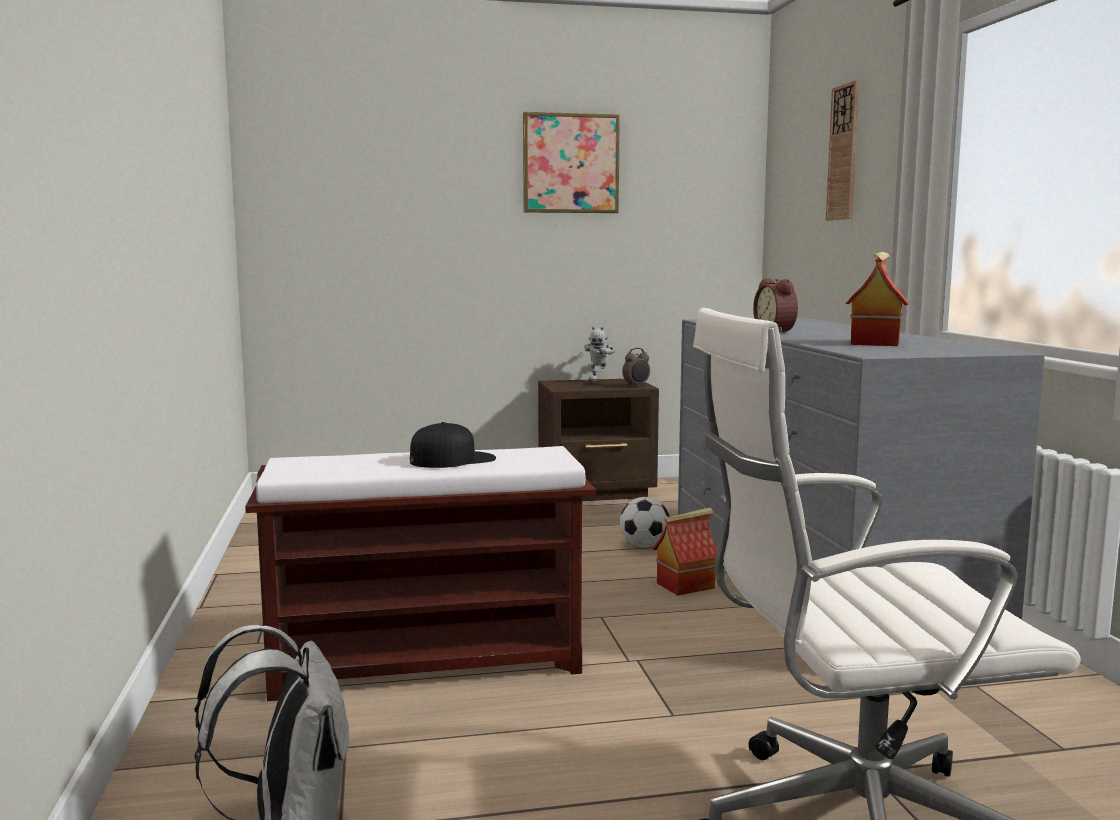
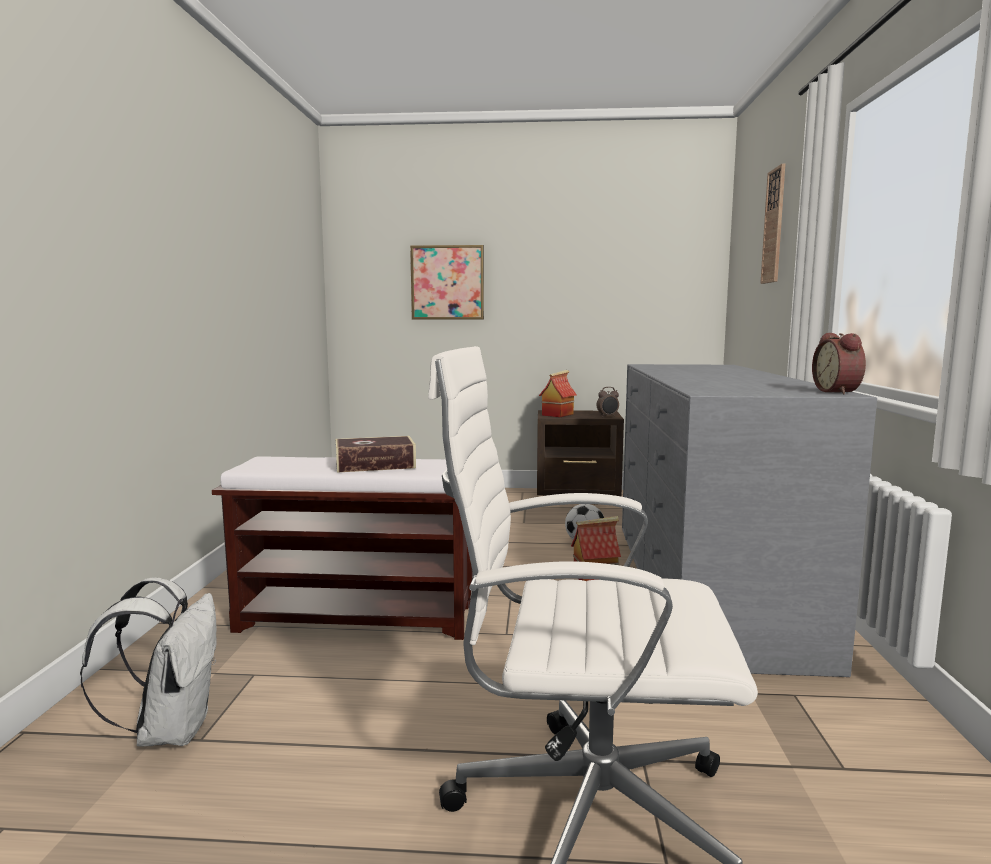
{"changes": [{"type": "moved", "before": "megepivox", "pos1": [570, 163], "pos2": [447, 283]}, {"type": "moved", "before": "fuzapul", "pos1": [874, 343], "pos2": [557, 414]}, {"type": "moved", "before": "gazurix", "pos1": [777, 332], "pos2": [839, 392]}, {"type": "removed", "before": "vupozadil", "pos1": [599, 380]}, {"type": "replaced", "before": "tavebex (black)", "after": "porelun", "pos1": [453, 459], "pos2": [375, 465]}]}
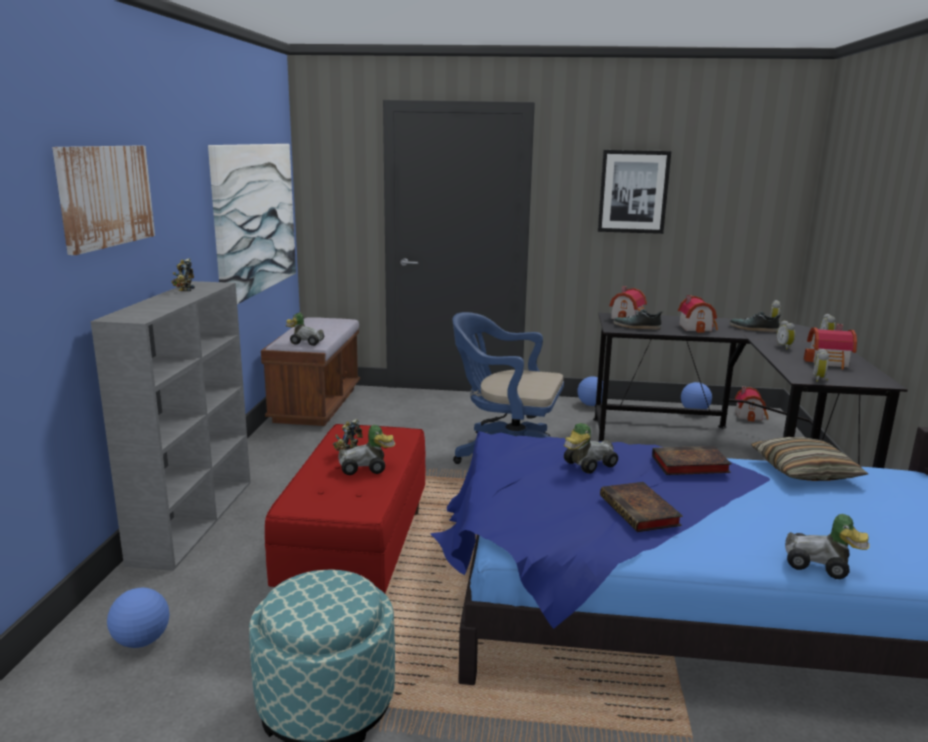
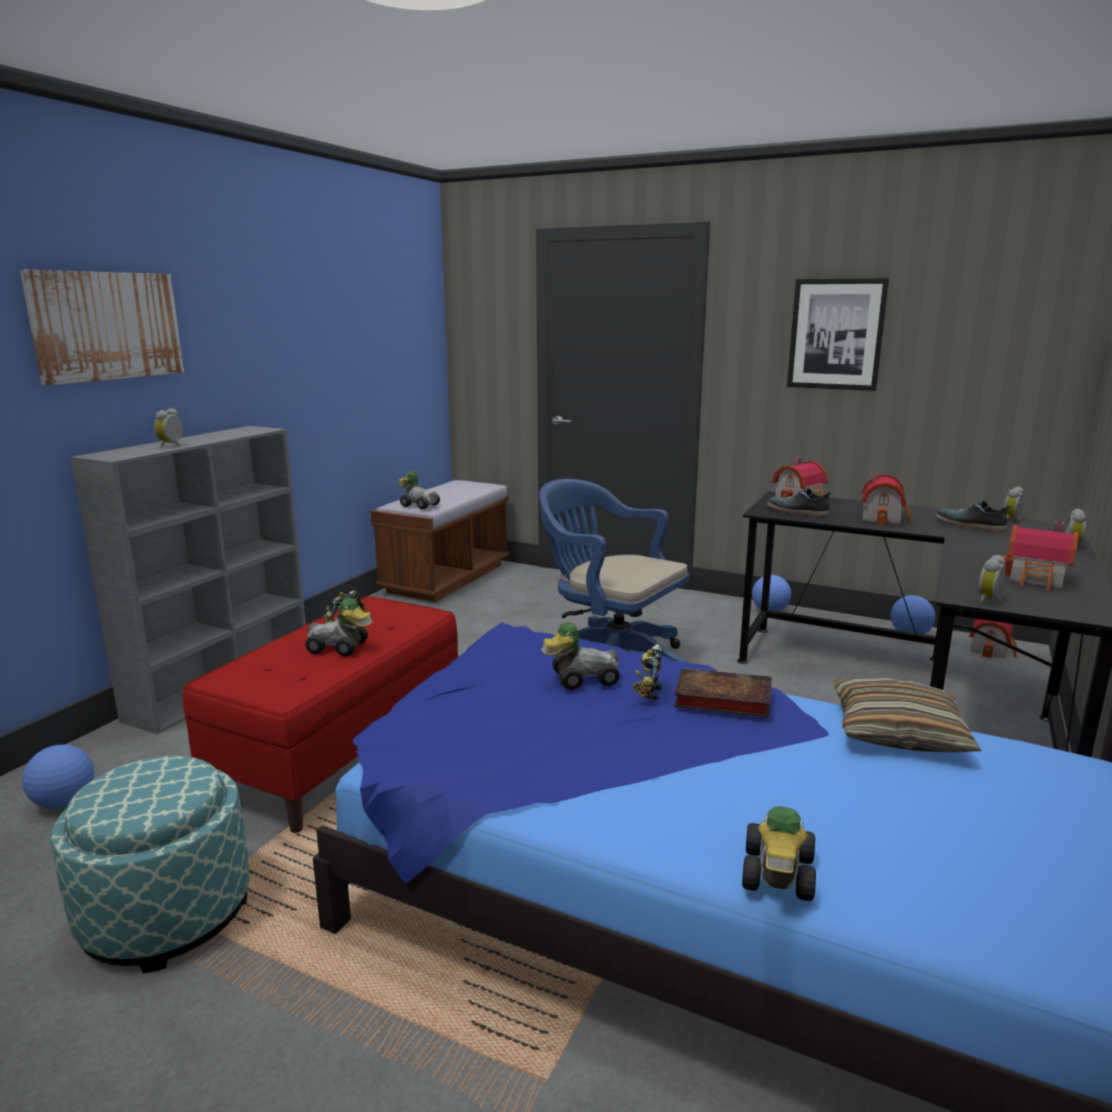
{"changes": [{"type": "removed", "before": "megepivox", "pos1": [255, 218]}, {"type": "moved", "before": "vupozadil", "pos1": [184, 289], "pos2": [647, 692]}, {"type": "moved", "before": "gazurix", "pos1": [785, 347], "pos2": [173, 445]}, {"type": "removed", "before": "porelun", "pos1": [641, 512]}, {"type": "turned", "before": "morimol", "pos1": [820, 566], "pos2": [775, 877], "turn": 60}]}
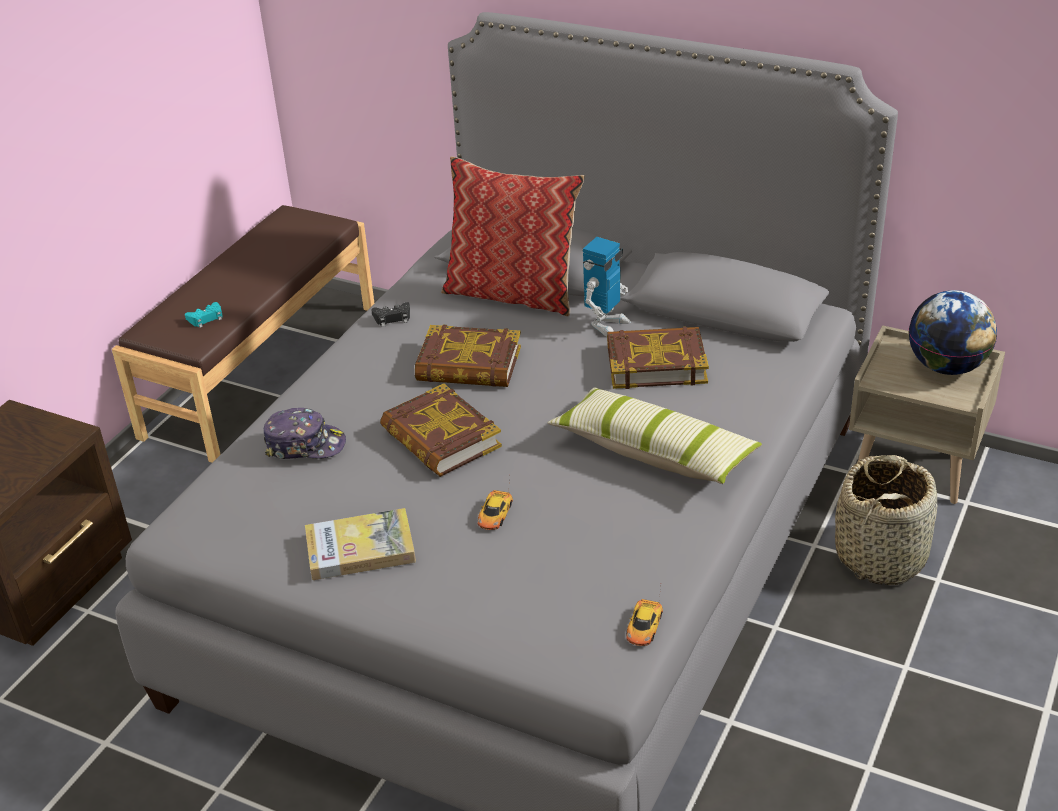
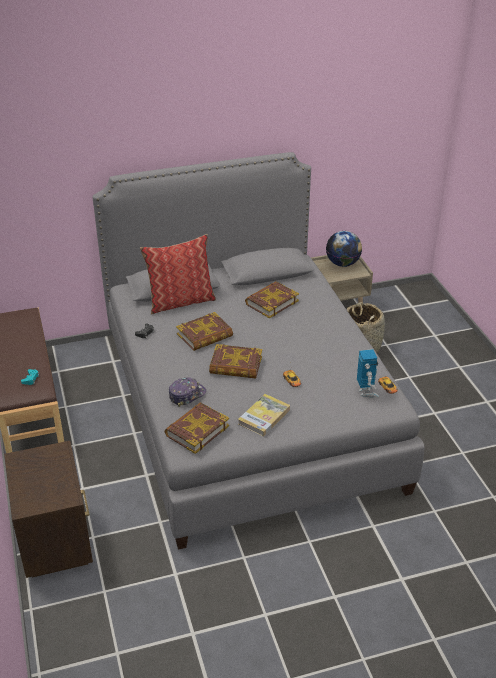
{"changes": [{"type": "moved", "before": "vupozadil", "pos1": [606, 324], "pos2": [366, 392]}, {"type": "removed", "before": "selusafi", "pos1": [654, 451]}, {"type": "added", "after": "porelun", "pos2": [197, 430]}]}
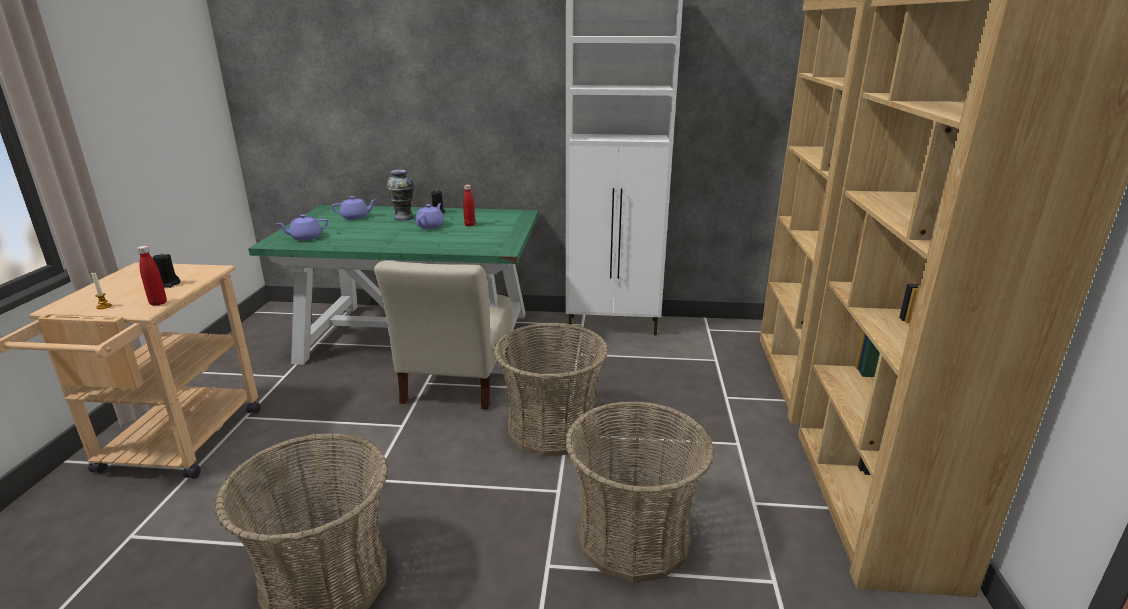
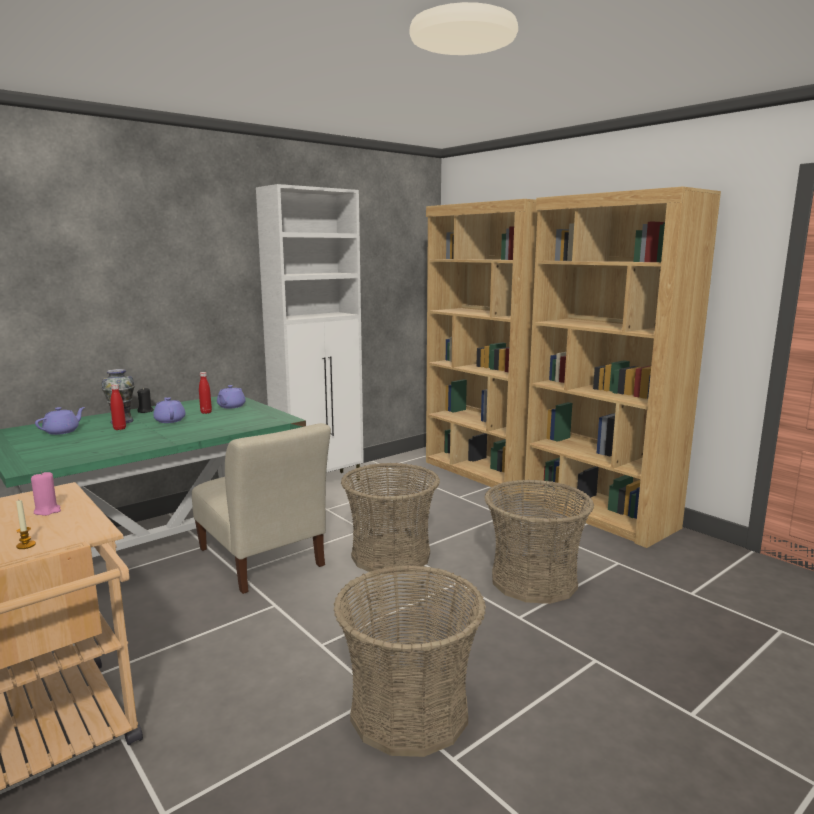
{"changes": [{"type": "moved", "before": "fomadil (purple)", "pos1": [305, 237], "pos2": [231, 406]}, {"type": "moved", "before": "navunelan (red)", "pos1": [158, 303], "pos2": [119, 429]}, {"type": "recoloured", "before": "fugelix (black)", "after": "fugelix (pink)", "pos1": [169, 284], "pos2": [47, 511]}]}
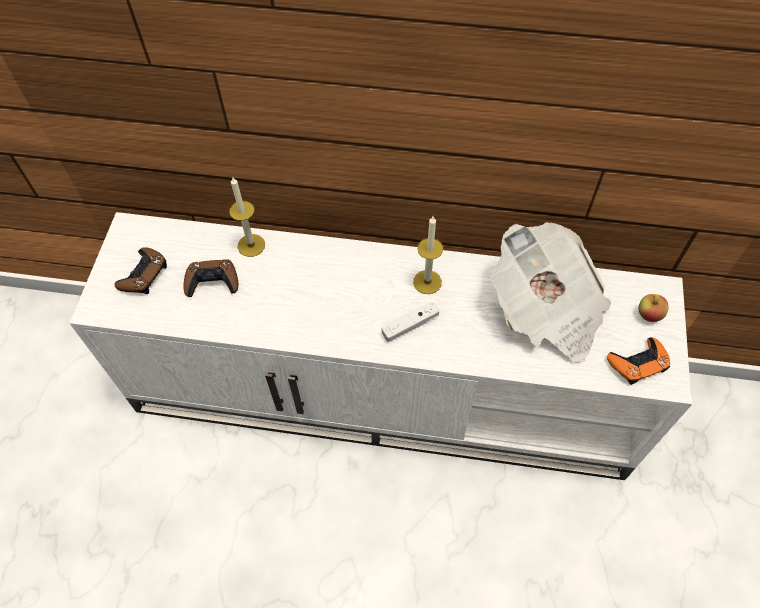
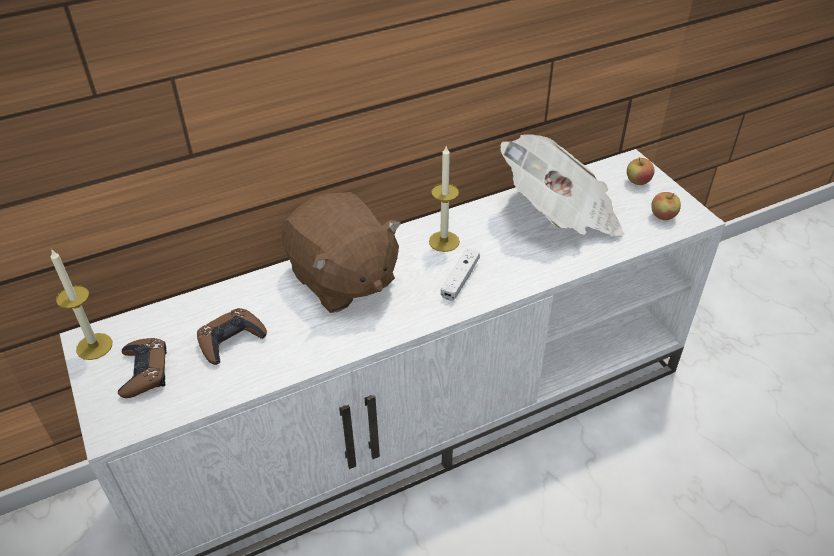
{"changes": [{"type": "moved", "before": "fugelix", "pos1": [251, 245], "pos2": [94, 346]}, {"type": "replaced", "before": "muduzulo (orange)", "after": "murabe", "pos1": [638, 363], "pos2": [663, 216]}, {"type": "added", "after": "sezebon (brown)", "pos2": [342, 279]}]}
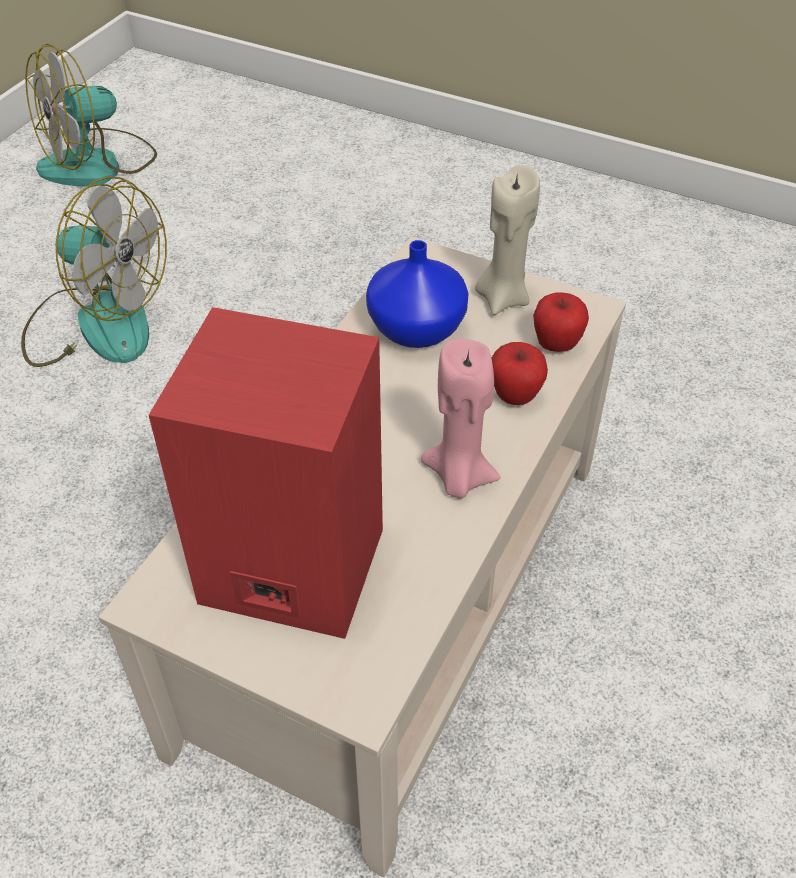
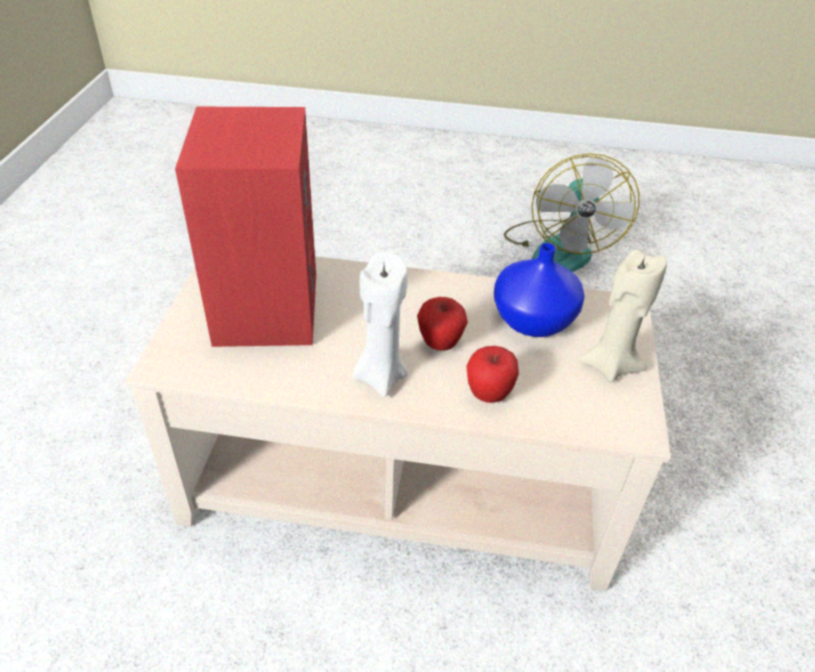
{"changes": [{"type": "removed", "before": "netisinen", "pos1": [98, 164]}, {"type": "moved", "before": "murabe", "pos1": [556, 345], "pos2": [440, 343]}, {"type": "recoloured", "before": "fugelix (pink)", "after": "fugelix (white)", "pos1": [459, 477], "pos2": [380, 376]}]}
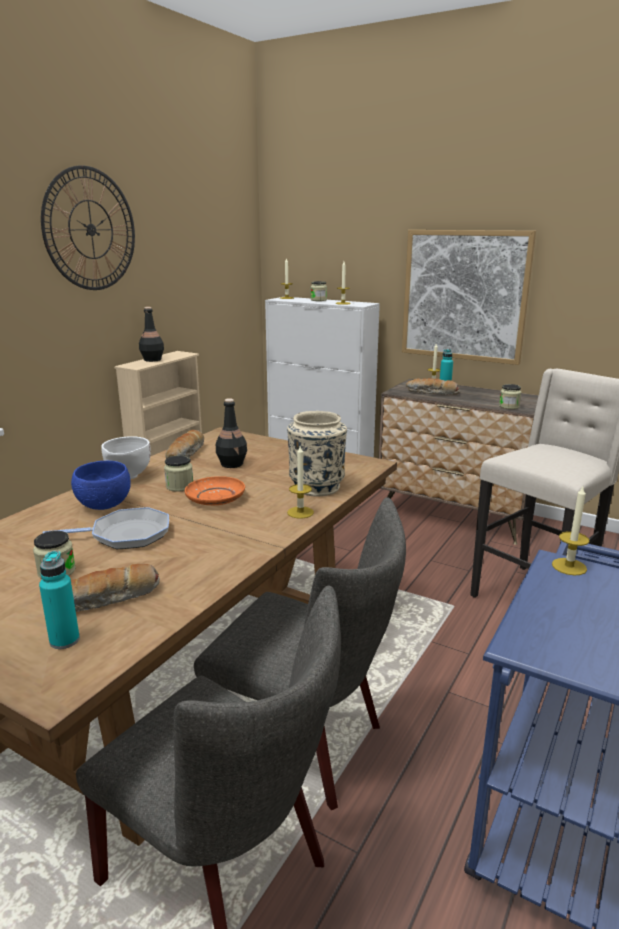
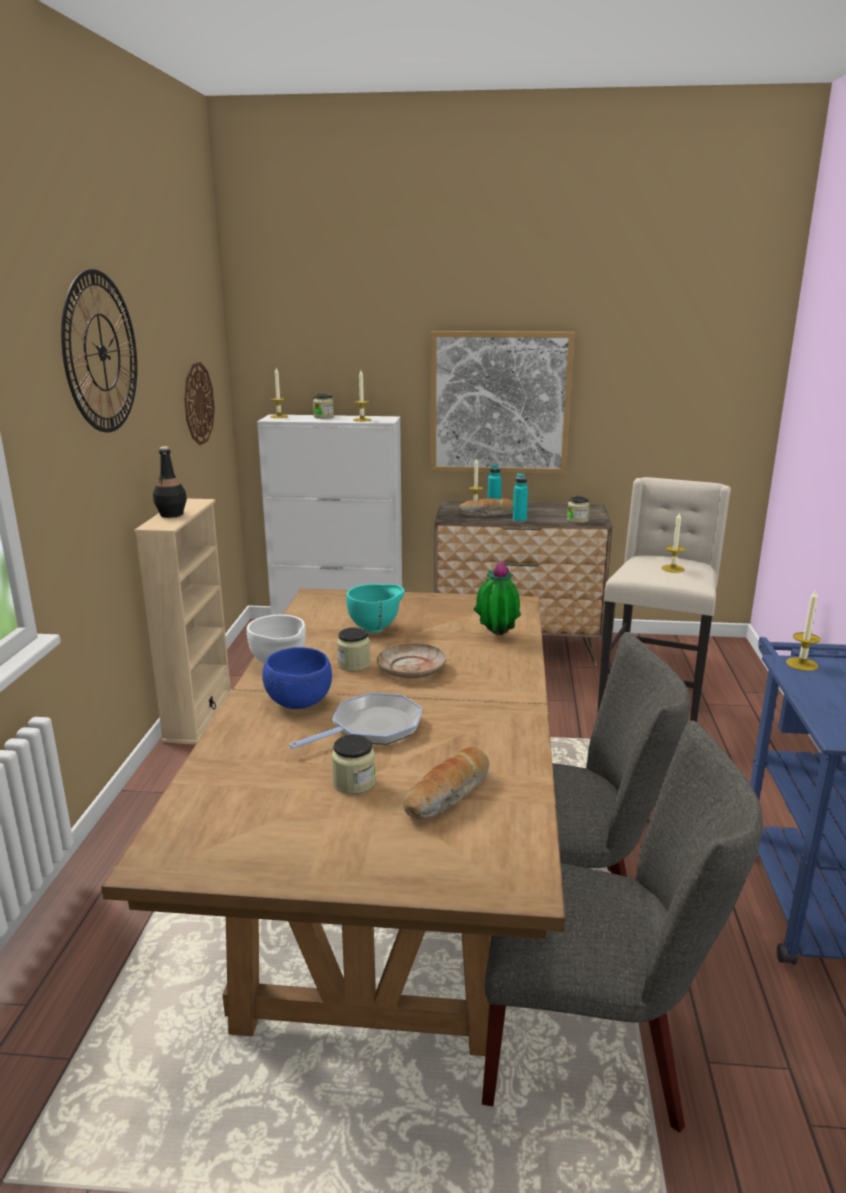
{"changes": [{"type": "replaced", "before": "navunelan (black)", "after": "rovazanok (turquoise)", "pos1": [232, 464], "pos2": [376, 628]}, {"type": "replaced", "before": "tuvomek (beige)", "after": "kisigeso", "pos1": [316, 486], "pos2": [496, 636]}, {"type": "removed", "before": "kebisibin", "pos1": [186, 454]}, {"type": "moved", "before": "fugelix", "pos1": [300, 512], "pos2": [672, 569]}, {"type": "recoloured", "before": "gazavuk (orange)", "after": "gazavuk (beige)", "pos1": [215, 498], "pos2": [412, 669]}, {"type": "moved", "before": "navunelan (turquoise)", "pos1": [64, 640], "pos2": [519, 520]}, {"type": "added", "after": "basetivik", "pos2": [198, 403]}]}
